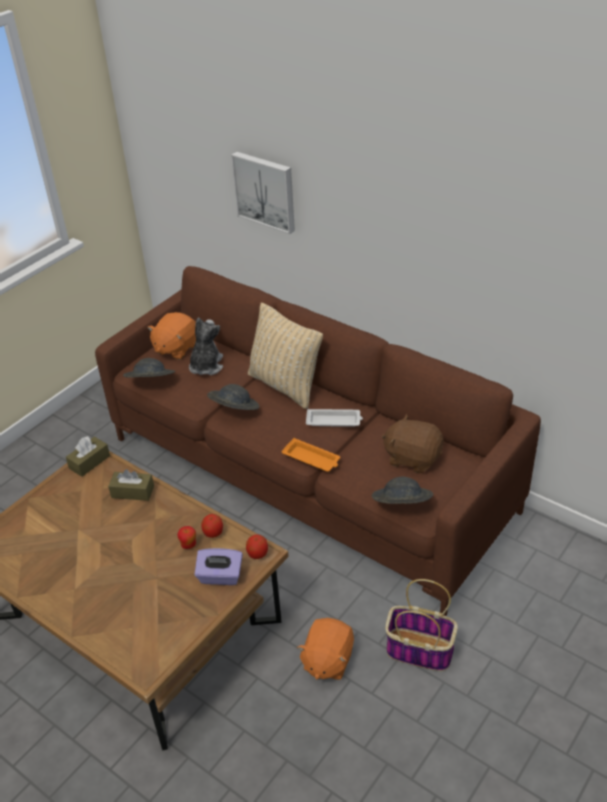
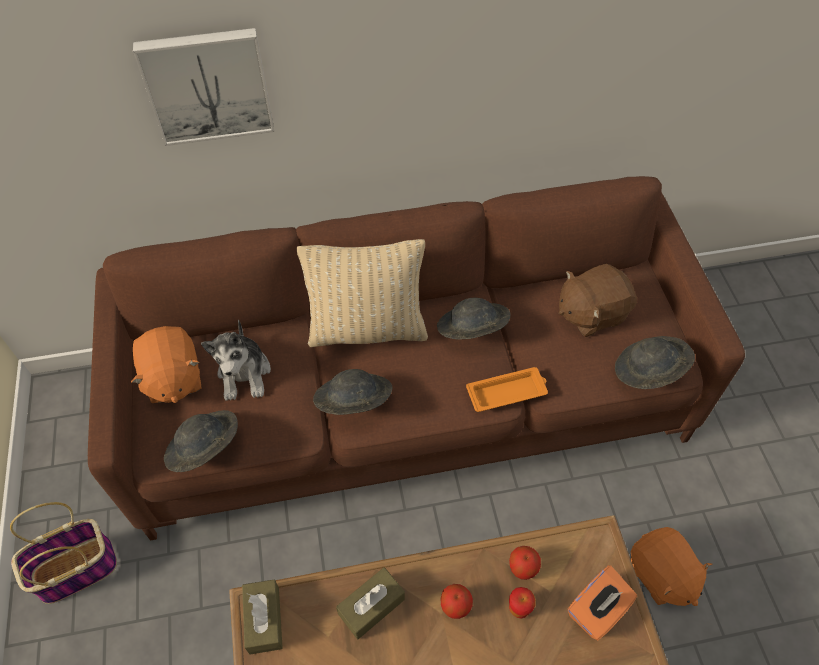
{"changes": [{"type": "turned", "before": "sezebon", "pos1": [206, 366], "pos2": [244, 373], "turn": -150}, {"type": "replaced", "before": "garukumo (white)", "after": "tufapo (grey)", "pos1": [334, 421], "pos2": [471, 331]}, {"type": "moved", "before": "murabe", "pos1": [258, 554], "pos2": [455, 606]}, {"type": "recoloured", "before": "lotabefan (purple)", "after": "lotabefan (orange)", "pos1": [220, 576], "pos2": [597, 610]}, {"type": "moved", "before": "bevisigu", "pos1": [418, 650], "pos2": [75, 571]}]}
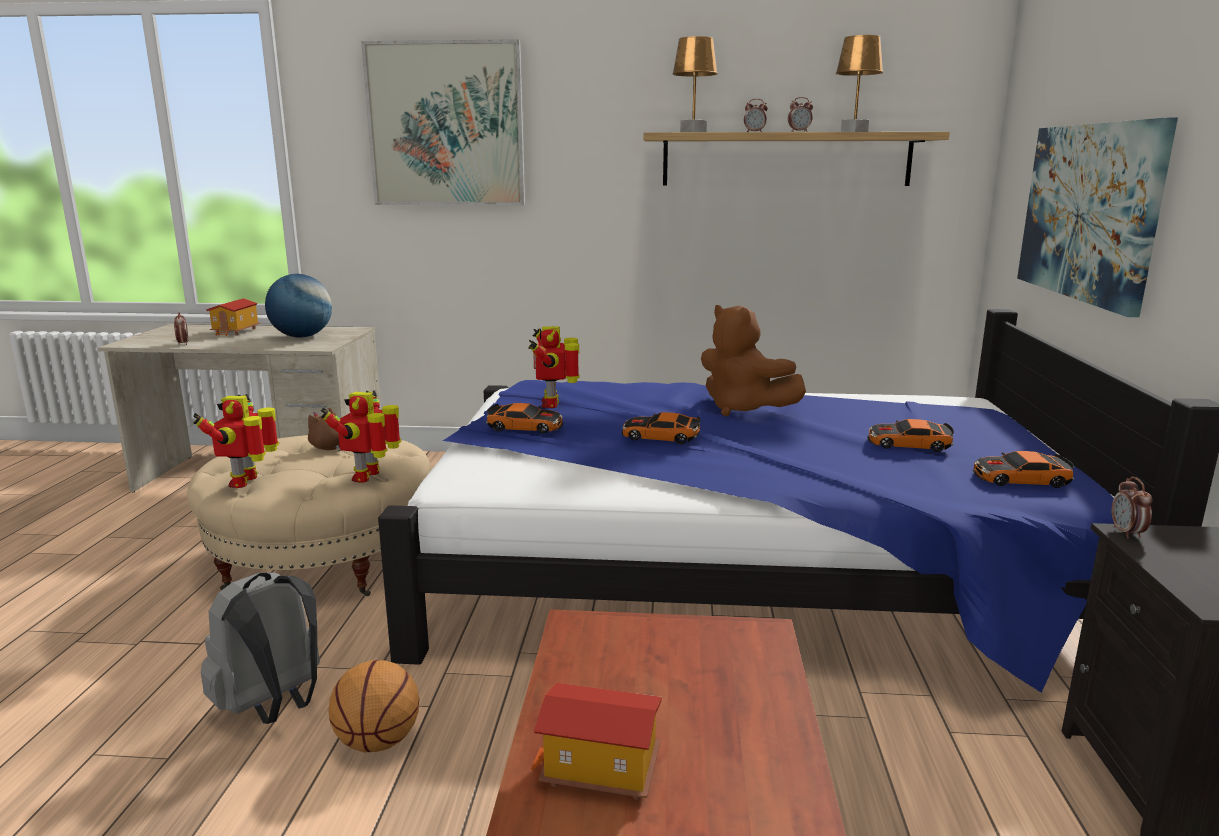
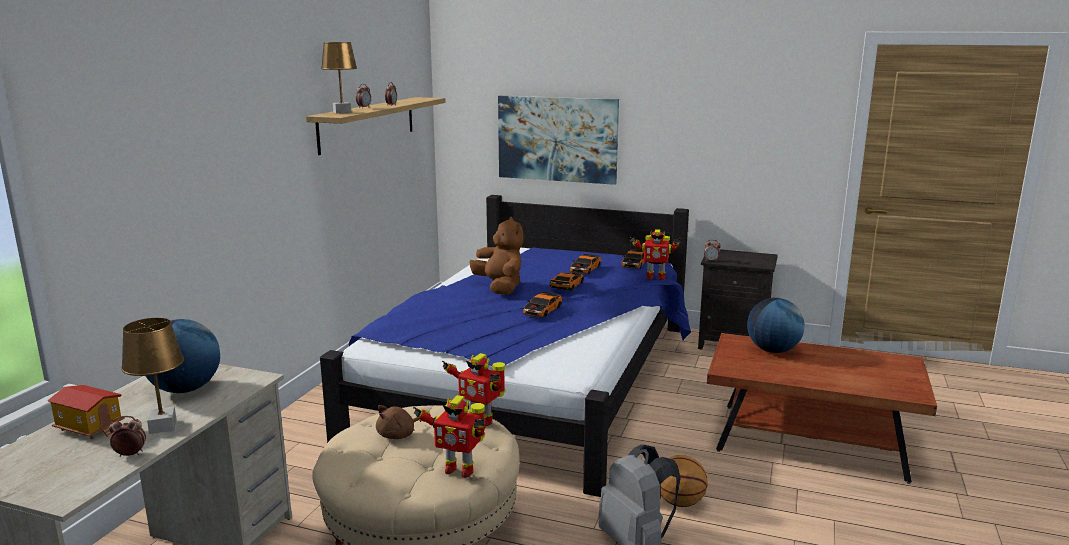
{"changes": [{"type": "moved", "before": "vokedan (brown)", "pos1": [854, 132], "pos2": [163, 426]}, {"type": "removed", "before": "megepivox", "pos1": [446, 125]}, {"type": "turned", "before": "sezebon (brown)", "pos1": [743, 409], "pos2": [500, 287], "turn": -90}, {"type": "moved", "before": "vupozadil", "pos1": [552, 403], "pos2": [655, 277]}, {"type": "moved", "before": "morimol", "pos1": [525, 426], "pos2": [567, 285]}, {"type": "removed", "before": "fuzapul", "pos1": [599, 772]}, {"type": "added", "after": "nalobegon", "pos2": [773, 350]}]}
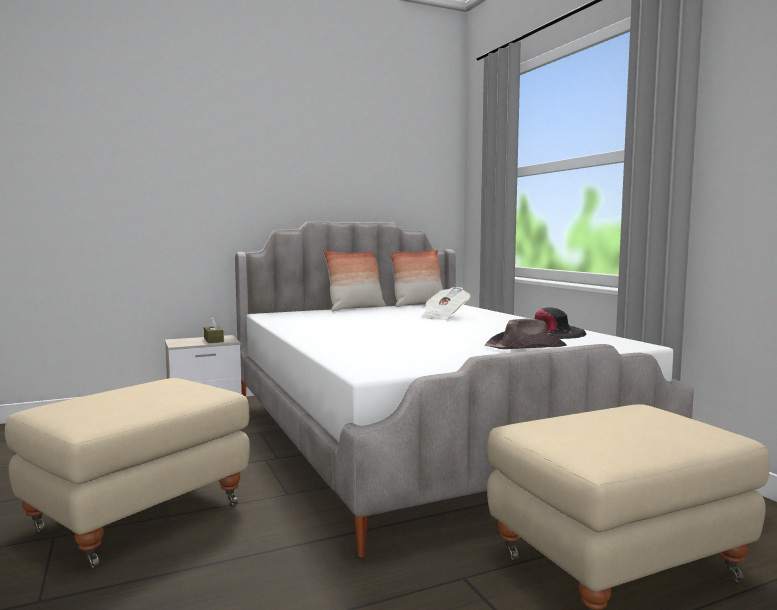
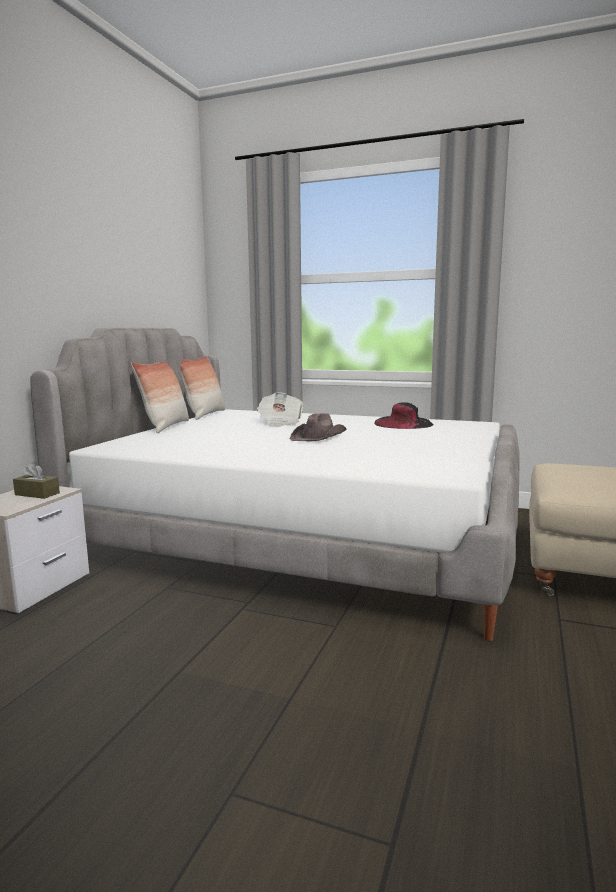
{"changes": [{"type": "moved", "before": "tufapo (brown)", "pos1": [526, 347], "pos2": [319, 437]}, {"type": "removed", "before": "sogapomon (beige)", "pos1": [139, 513]}]}
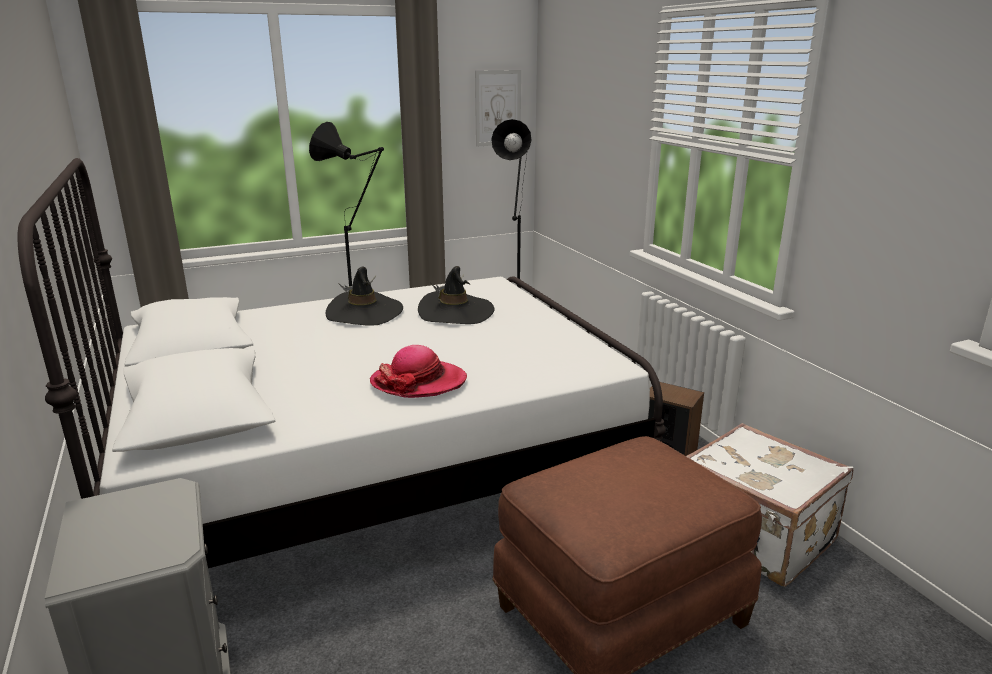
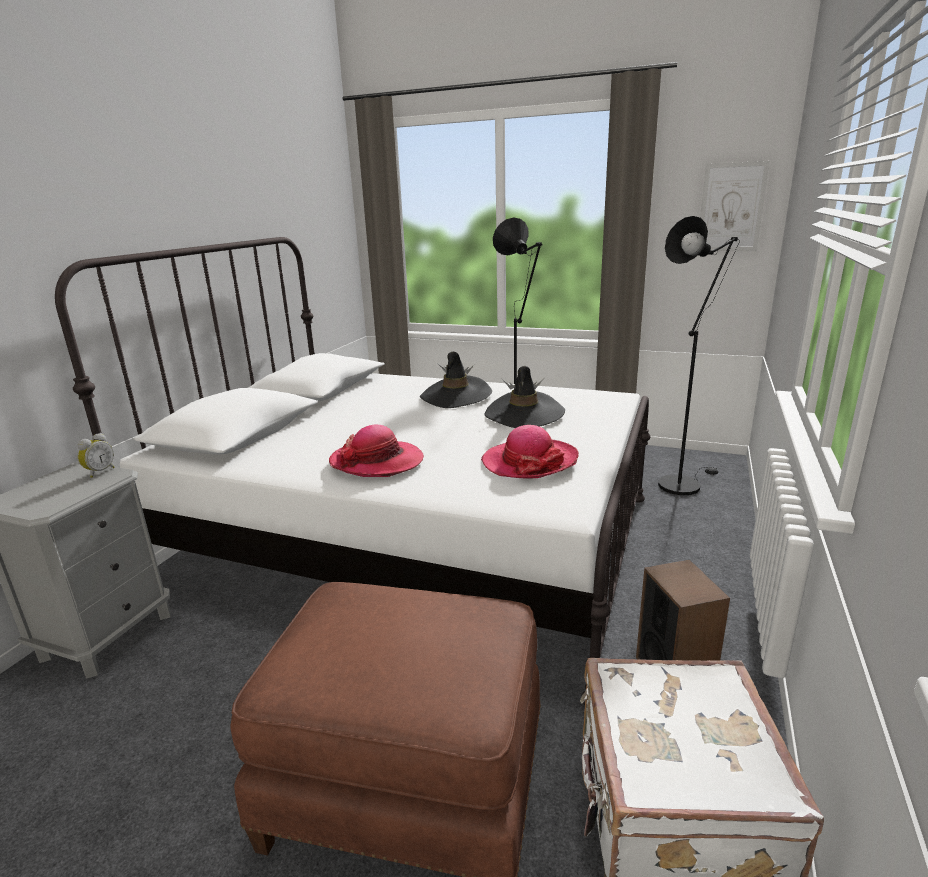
{"changes": [{"type": "added", "after": "tufapo", "pos2": [530, 462]}, {"type": "added", "after": "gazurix", "pos2": [99, 472]}]}
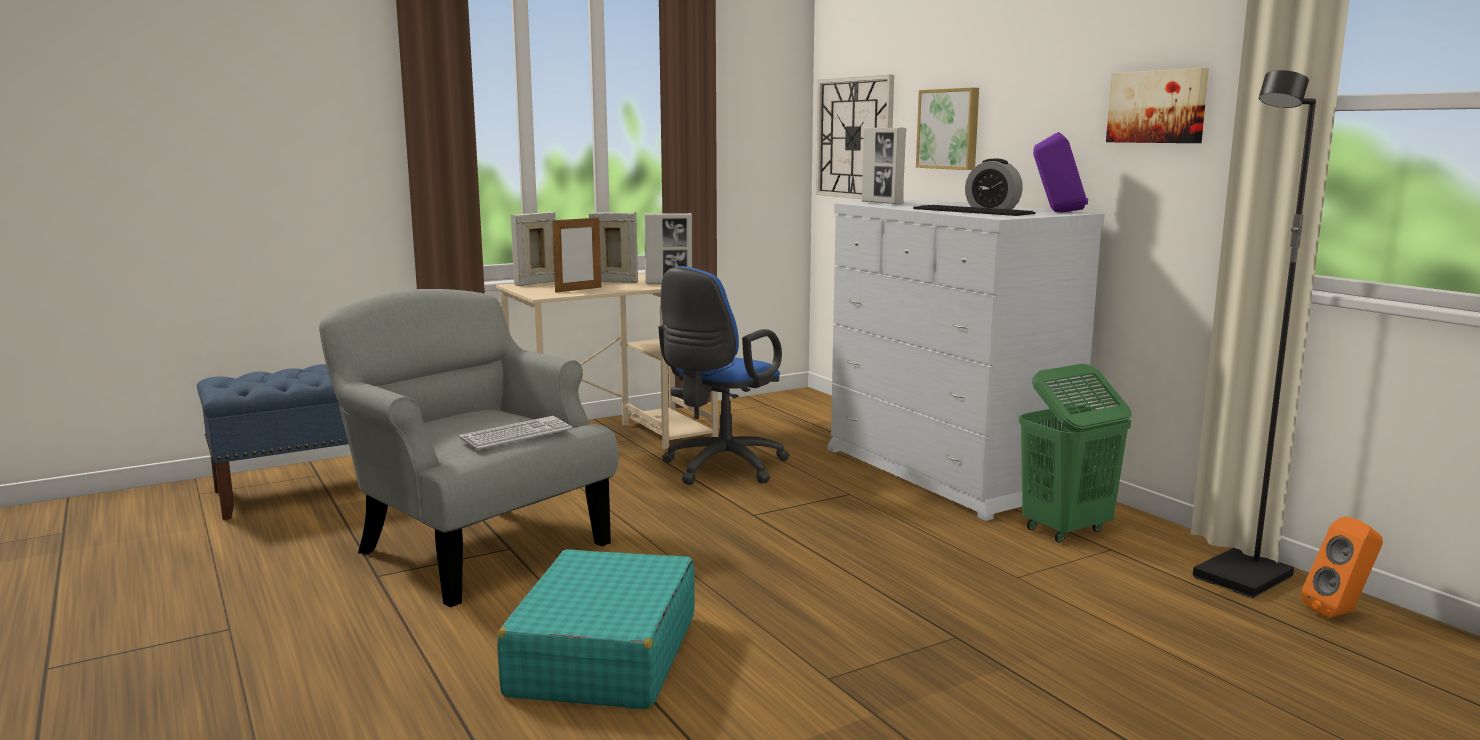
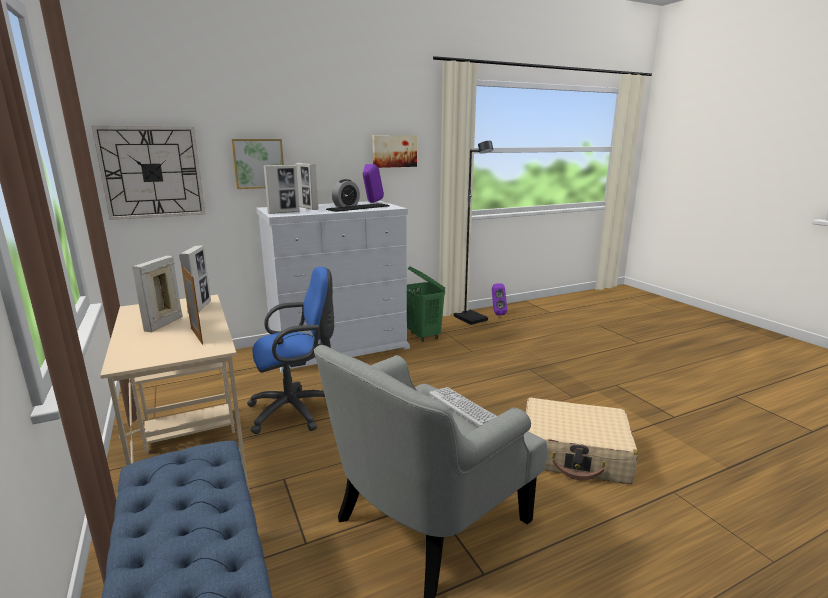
{"changes": [{"type": "moved", "before": "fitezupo", "pos1": [536, 283], "pos2": [308, 208]}, {"type": "turned", "before": "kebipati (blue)", "pos1": [720, 468], "pos2": [297, 410], "turn": -60}, {"type": "recoloured", "before": "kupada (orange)", "after": "kupada (purple)", "pos1": [1340, 613], "pos2": [496, 313]}, {"type": "recoloured", "before": "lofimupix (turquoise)", "after": "lofimupix (beige)", "pos1": [603, 655], "pos2": [574, 453]}]}
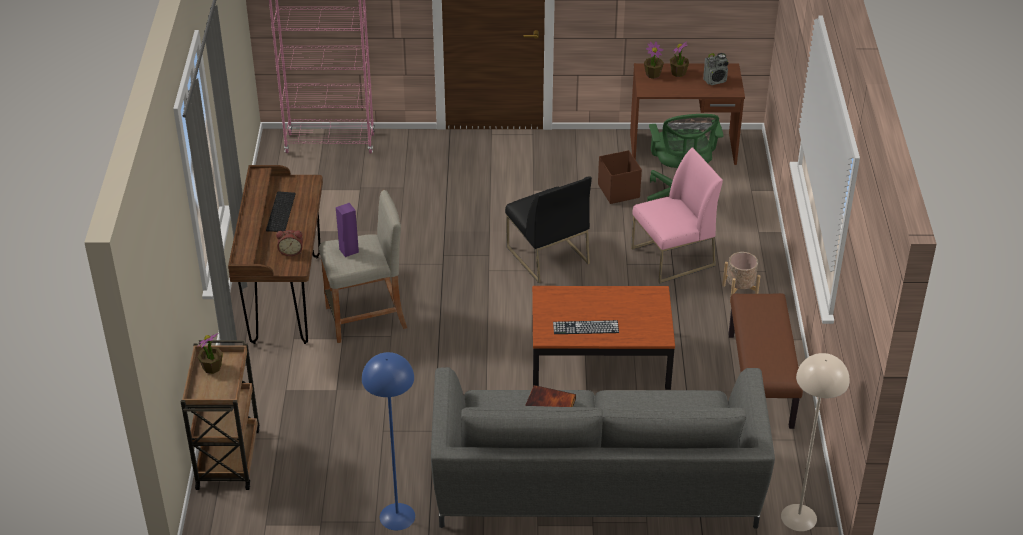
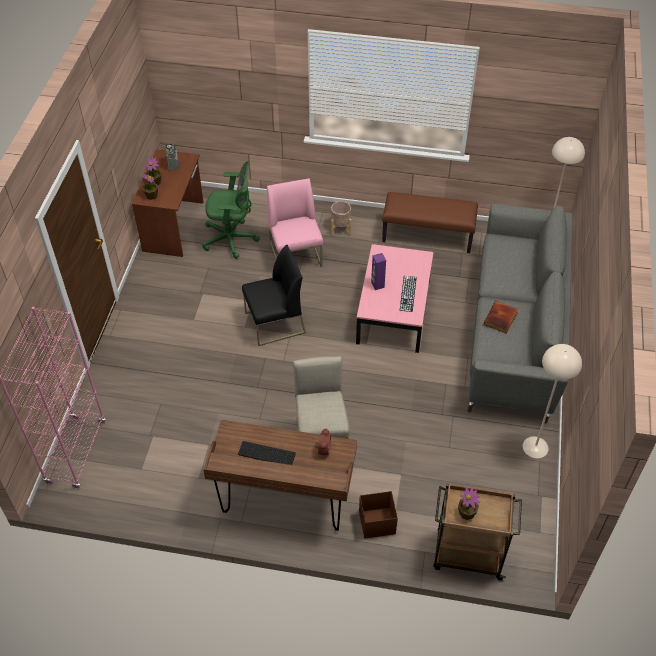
{"changes": [{"type": "moved", "before": "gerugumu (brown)", "pos1": [618, 191], "pos2": [376, 523]}, {"type": "moved", "before": "kupada (purple)", "pos1": [348, 250], "pos2": [377, 285]}, {"type": "recoloured", "before": "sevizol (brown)", "after": "sevizol (pink)", "pos1": [599, 359], "pos2": [394, 311]}, {"type": "recoloured", "before": "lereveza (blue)", "after": "lereveza (beige)", "pos1": [397, 516], "pos2": [535, 447]}]}
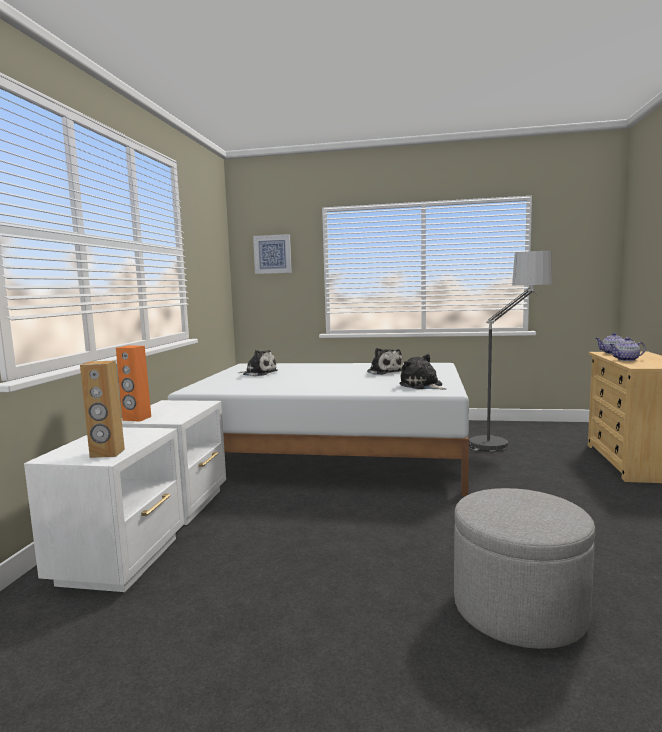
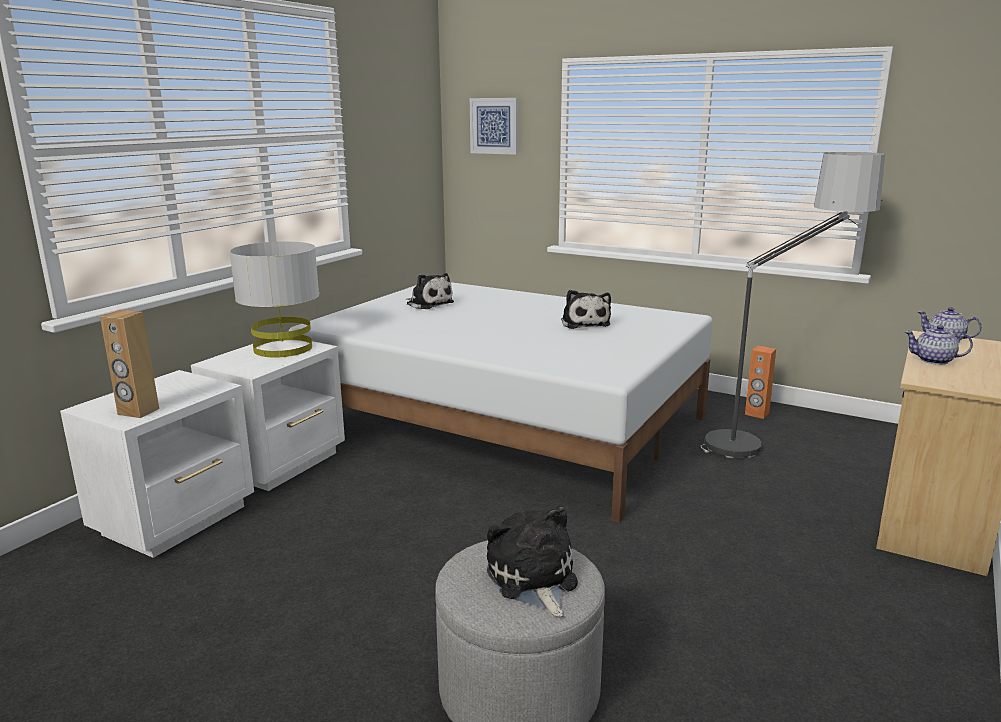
{"changes": [{"type": "moved", "before": "kupada (orange)", "pos1": [136, 418], "pos2": [756, 414]}, {"type": "moved", "before": "sezebon", "pos1": [422, 386], "pos2": [533, 579]}, {"type": "added", "after": "vokedan (grey)", "pos2": [283, 348]}]}
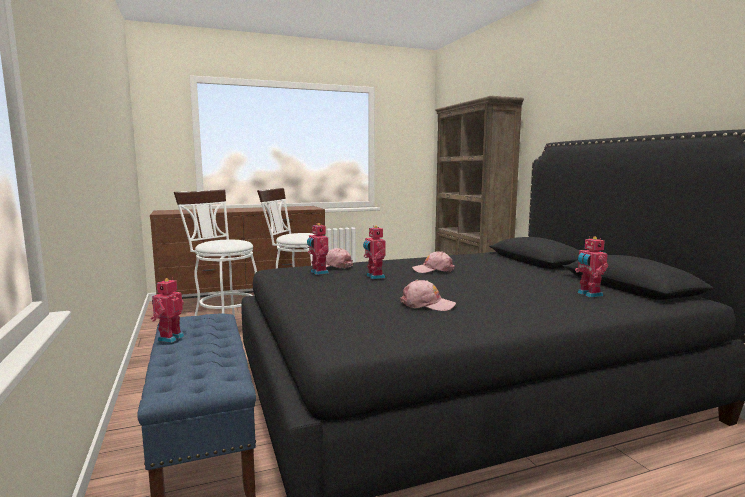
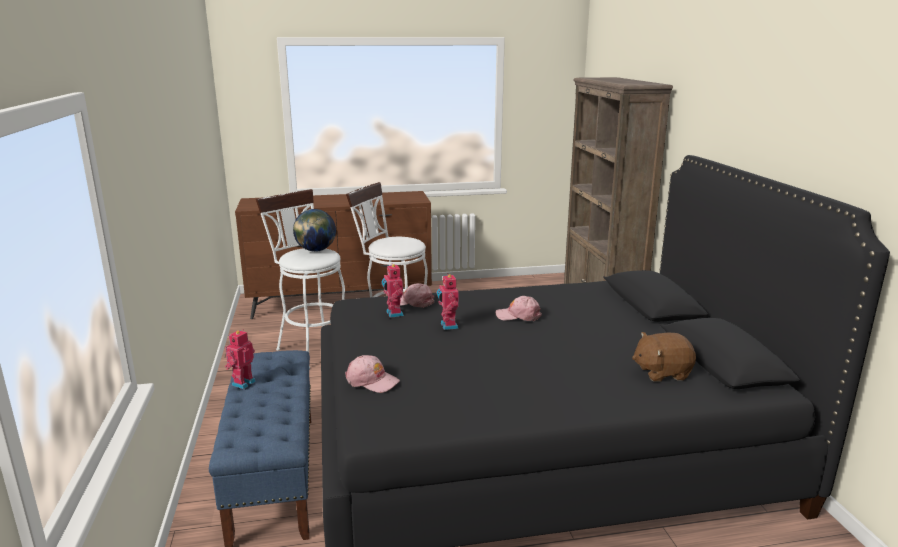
{"changes": [{"type": "replaced", "before": "vupozadil", "after": "sezebon (brown)", "pos1": [588, 294], "pos2": [661, 372]}, {"type": "moved", "before": "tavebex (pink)", "pos1": [427, 304], "pos2": [372, 381]}, {"type": "added", "after": "nalobegon", "pos2": [316, 250]}]}
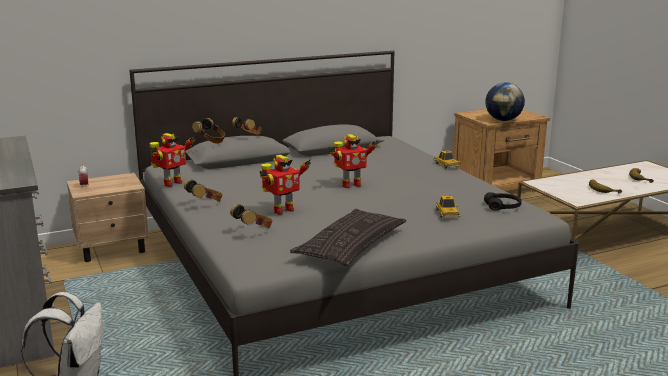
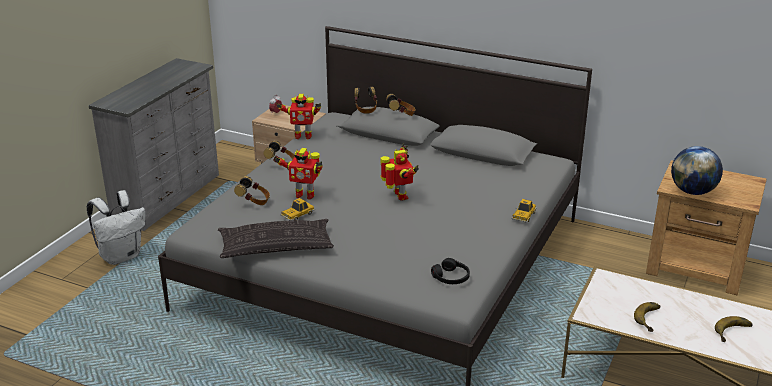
{"changes": [{"type": "turned", "before": "vupozadil", "pos1": [350, 185], "pos2": [399, 196], "turn": -135}, {"type": "moved", "before": "morimol", "pos1": [447, 213], "pos2": [298, 215]}]}
